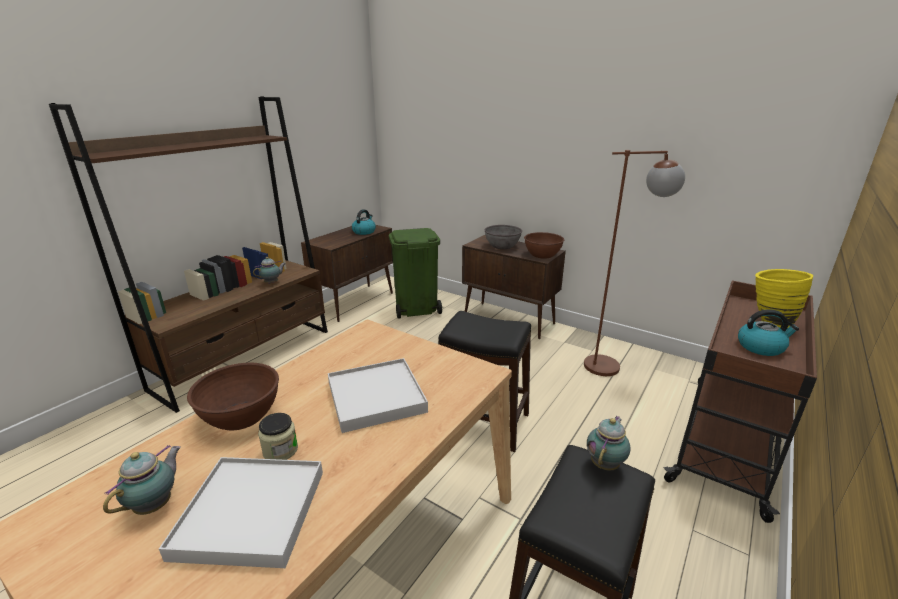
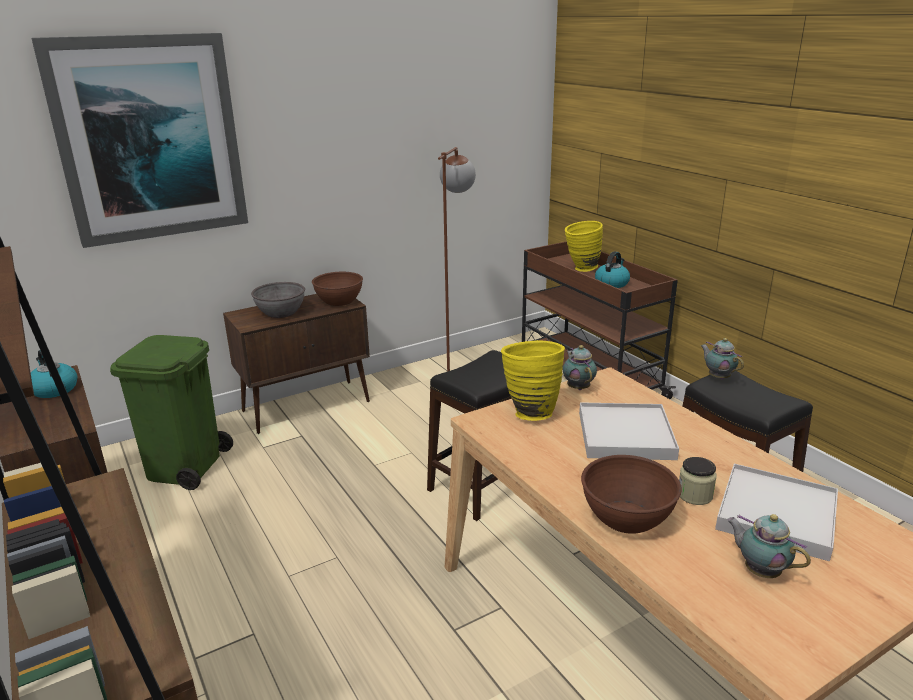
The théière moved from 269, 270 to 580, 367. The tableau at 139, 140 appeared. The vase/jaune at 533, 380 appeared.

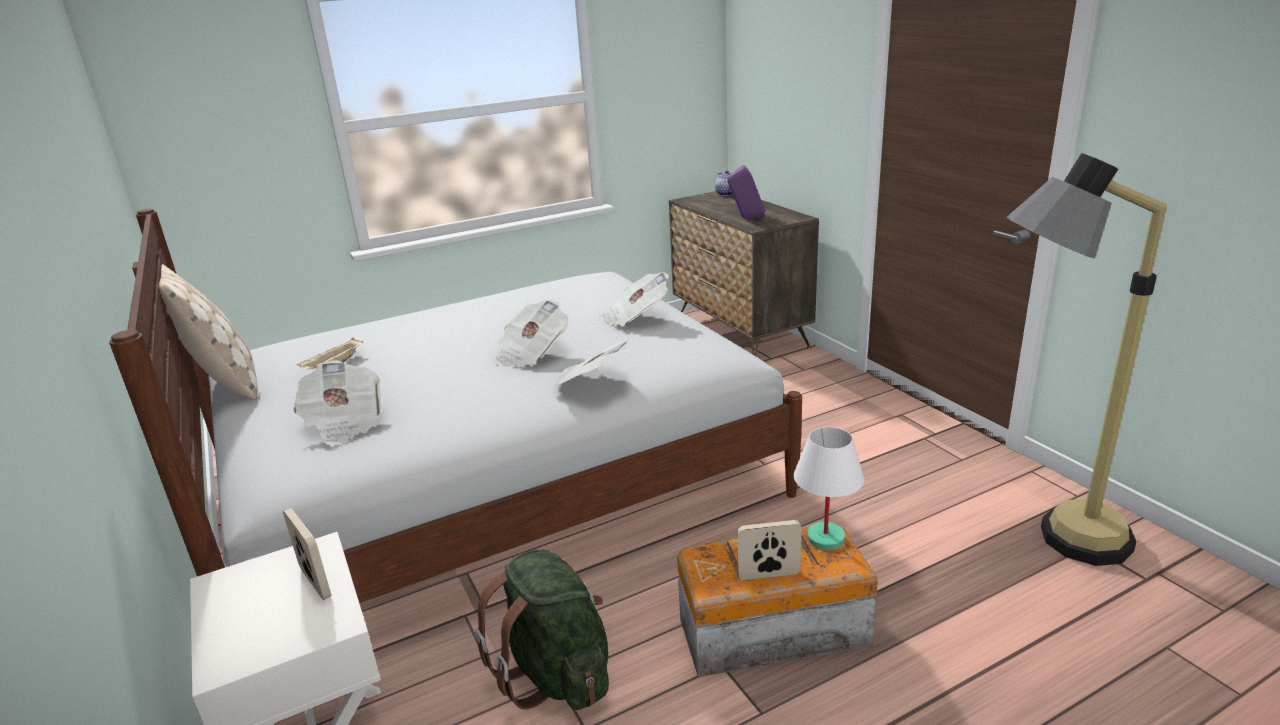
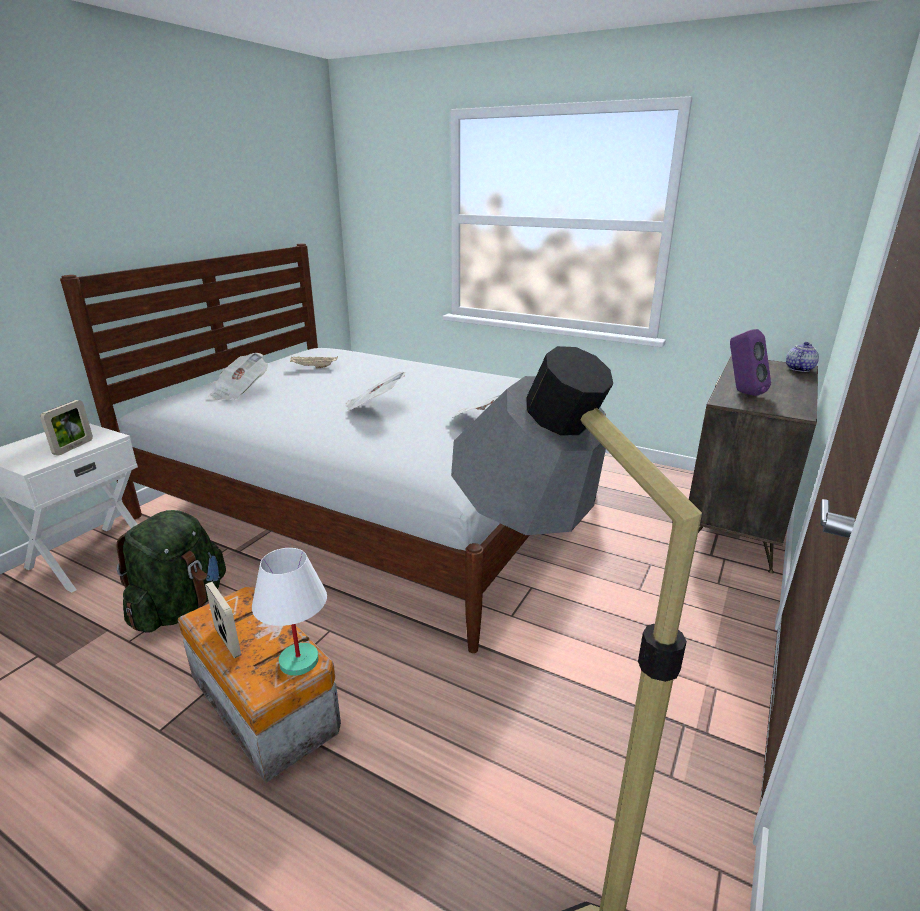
The coussin/beige at 208, 332 disappeared. The journal at 590, 362 disappeared.

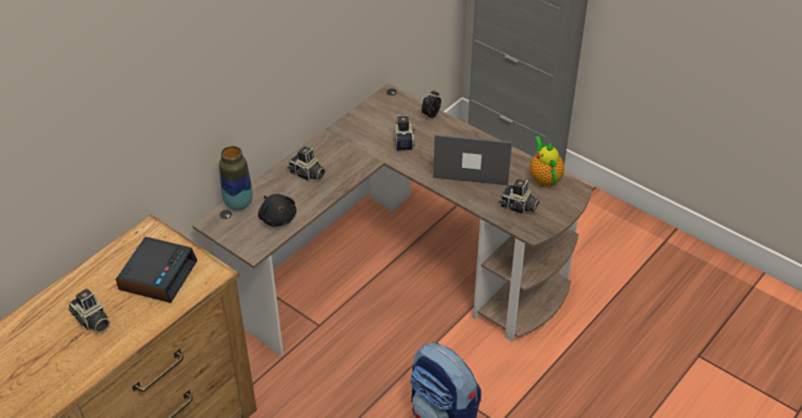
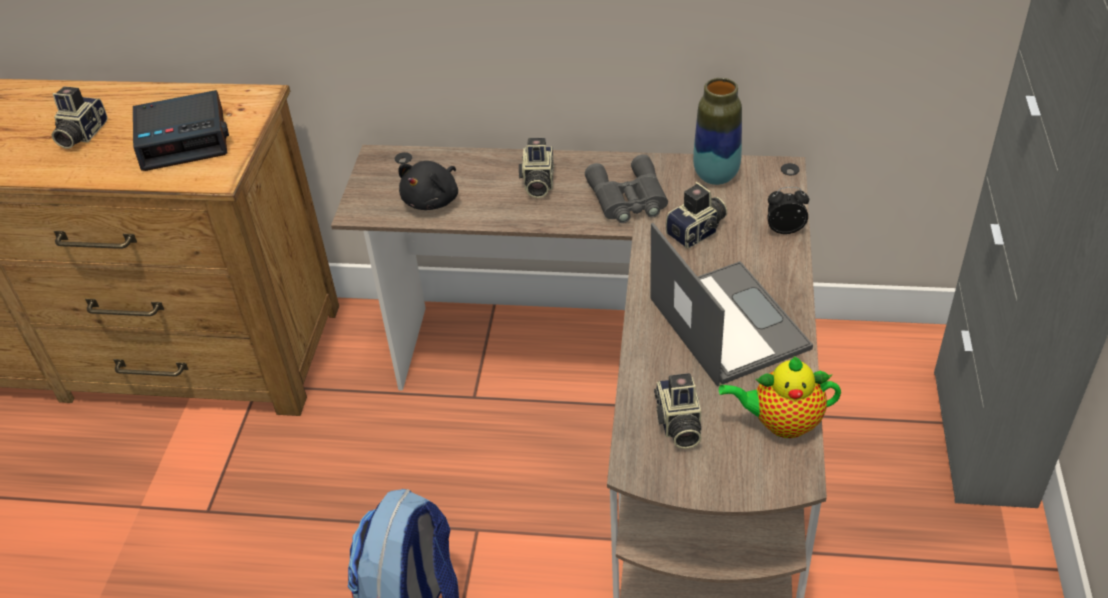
The vase moved from 236, 178 to 717, 131. The théière at 547, 161 turned 135 degrees counterclockwise. The jumelles/gris at 626, 188 appeared.

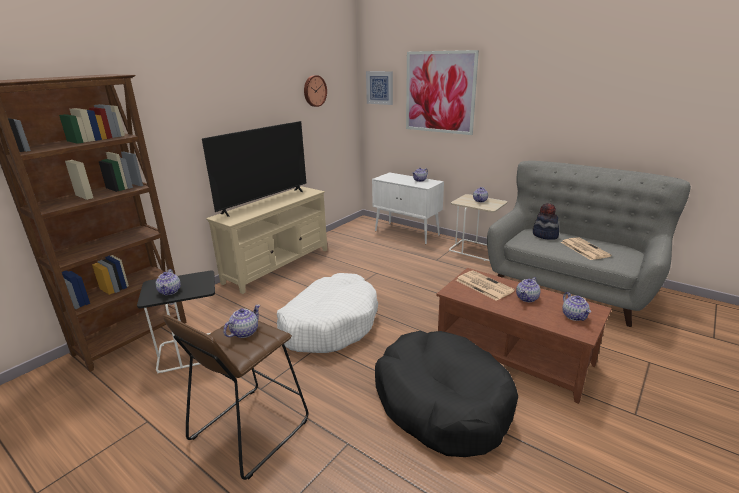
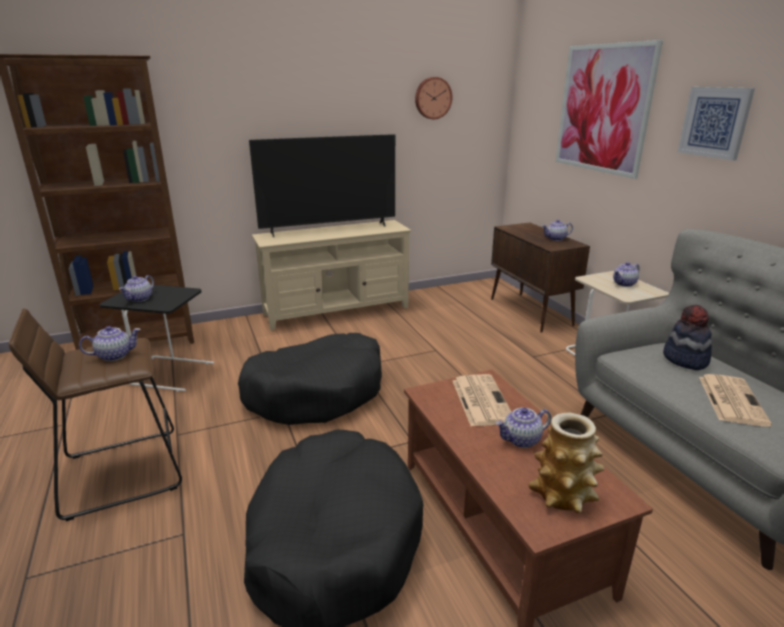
The panier pour chien/blanc at 327, 313 became the panier pour chien/noir at 310, 379. The tableau moved from 379, 88 to 716, 124. The meuble de rangement/blanc at 408, 208 became the meuble de rangement/marron at 540, 277. The théière at 576, 306 was replaced by the vase at 566, 463.

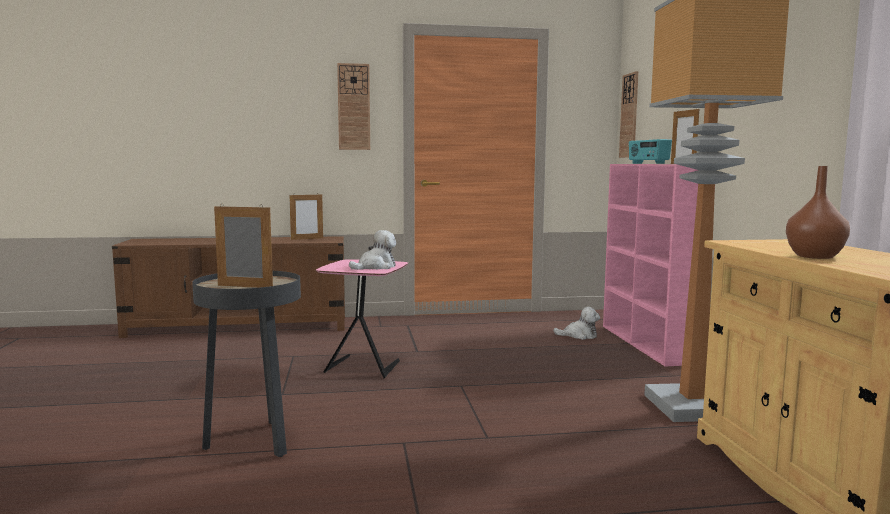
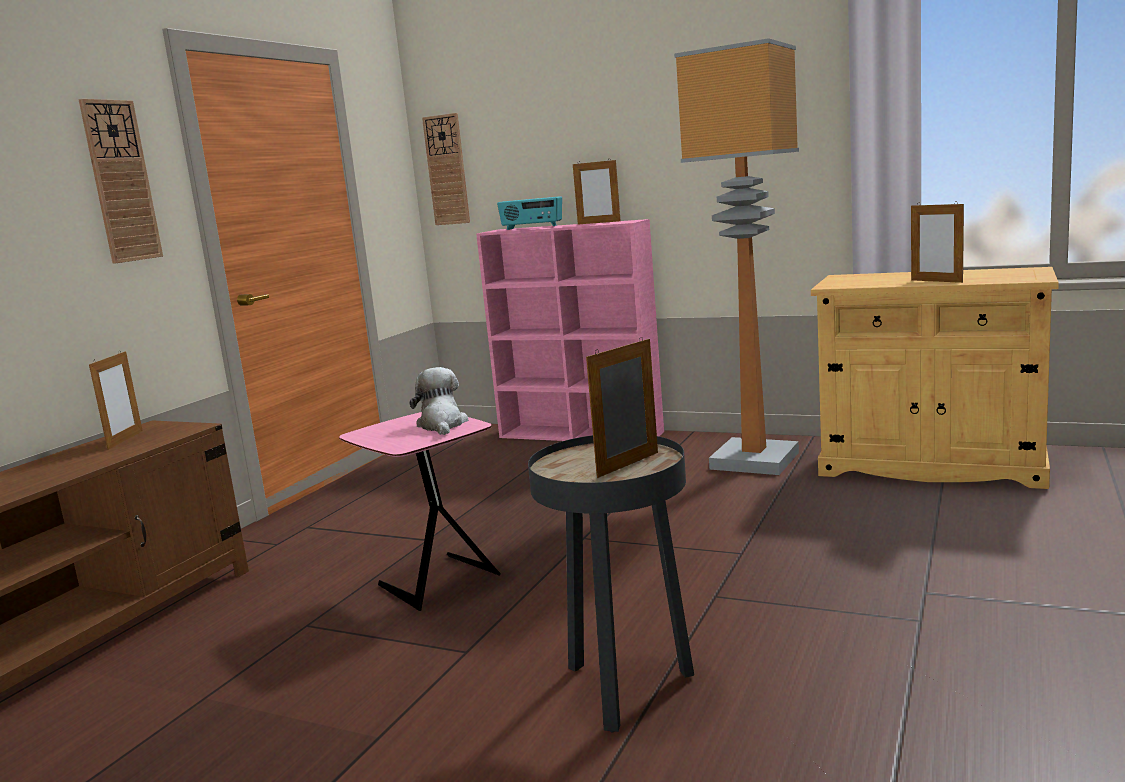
The peluche at 576, 323 disappeared. The vase/marron at 818, 212 was replaced by the cadre photo at 937, 242.

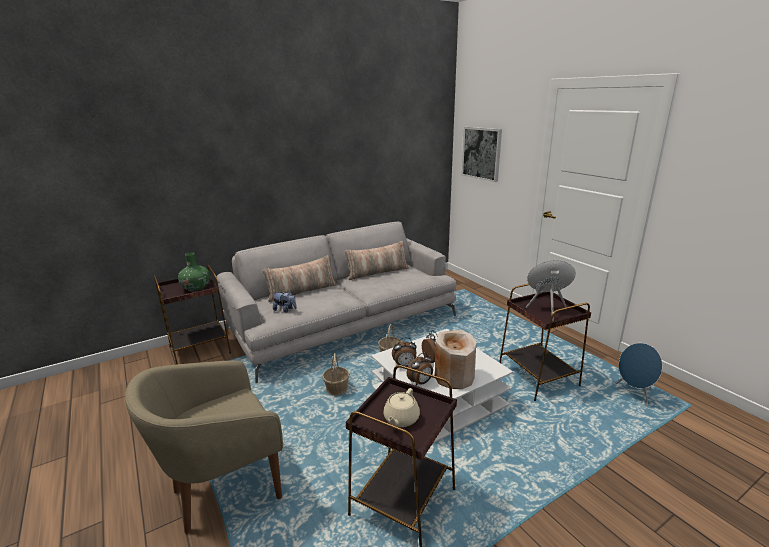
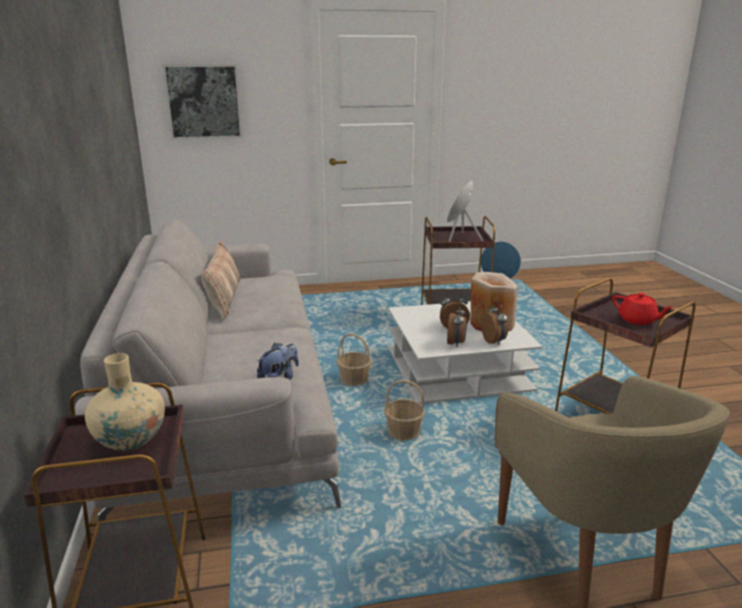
The vase/vert at 194, 271 became the vase/beige at 125, 402. The coussin at 300, 278 disappeared. The théière/beige at 402, 407 became the théière/rouge at 643, 309.

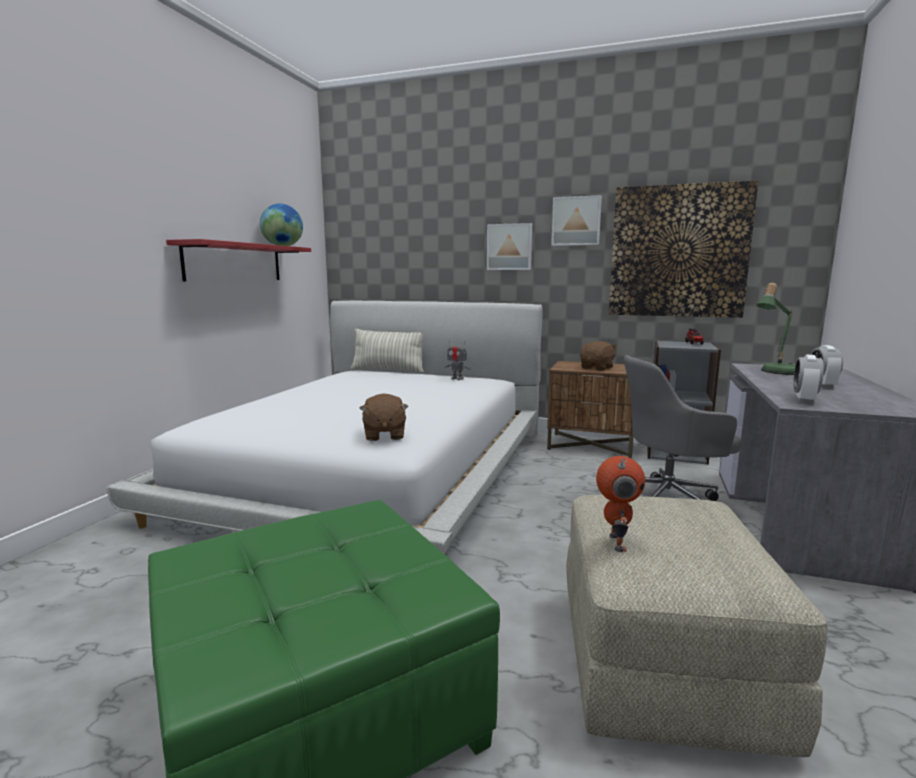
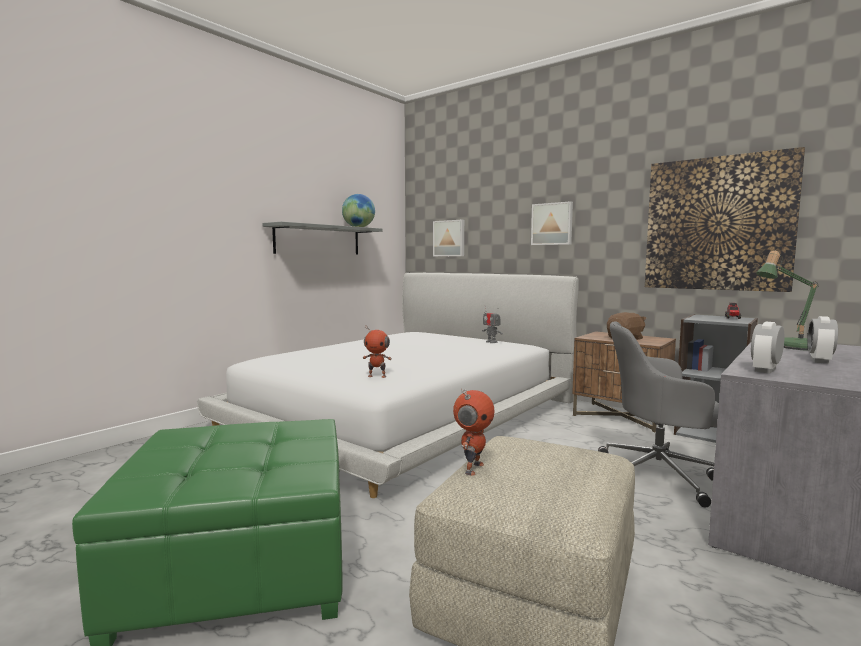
The étagère/rouge at 238, 260 became the étagère/gris at 322, 238. The coussin at 387, 351 disappeared. The peluche/marron at 383, 417 was replaced by the robot jouet at 377, 352. The tableau moved from 576, 220 to 448, 238.

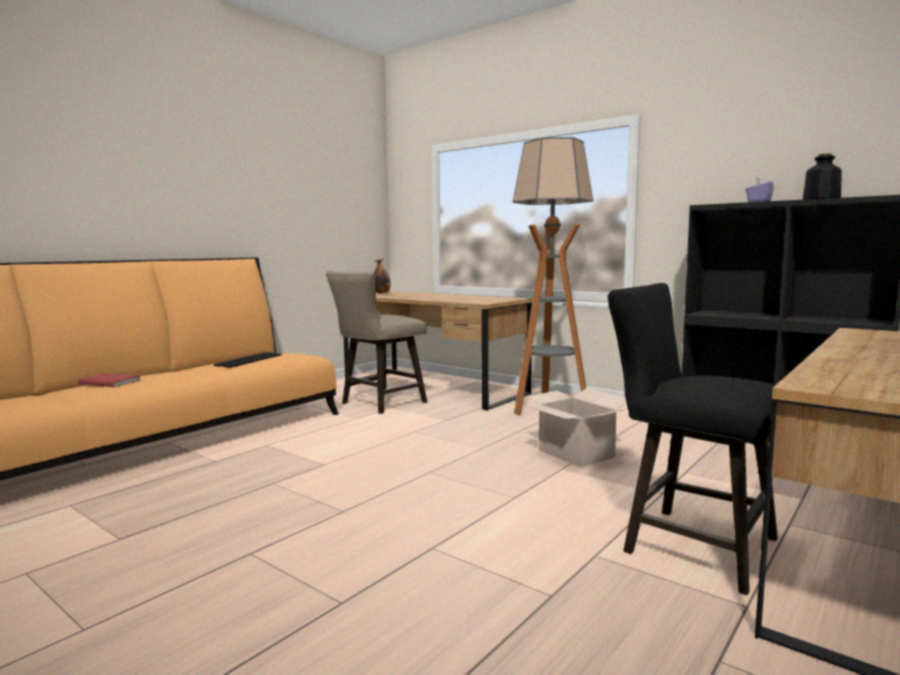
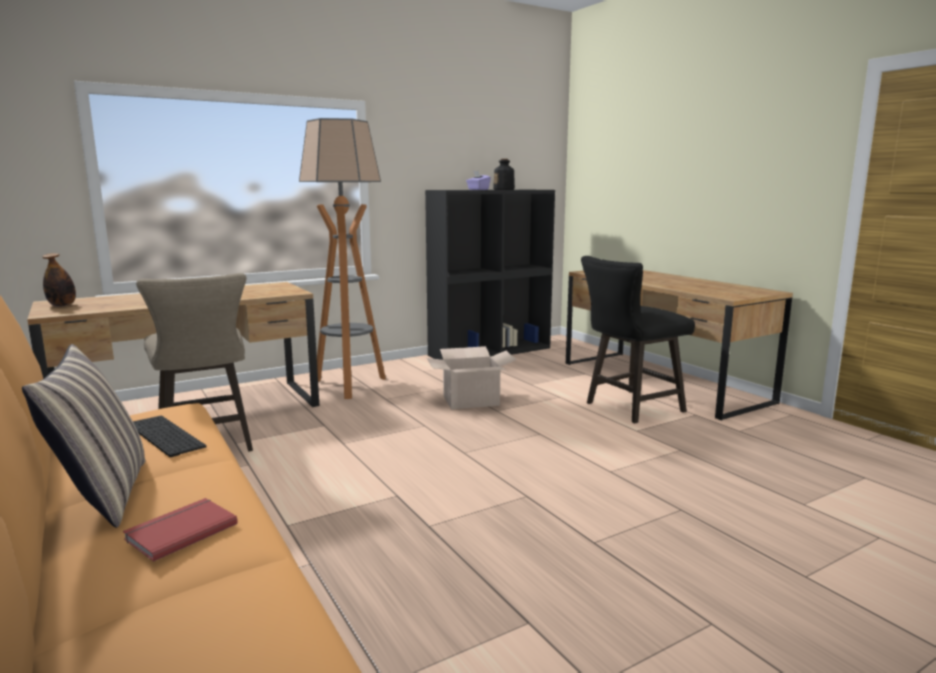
The coussin at 83, 436 appeared.

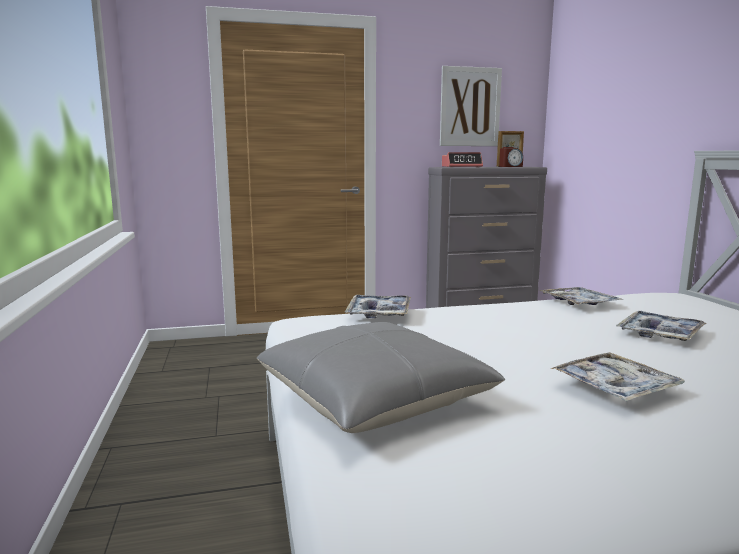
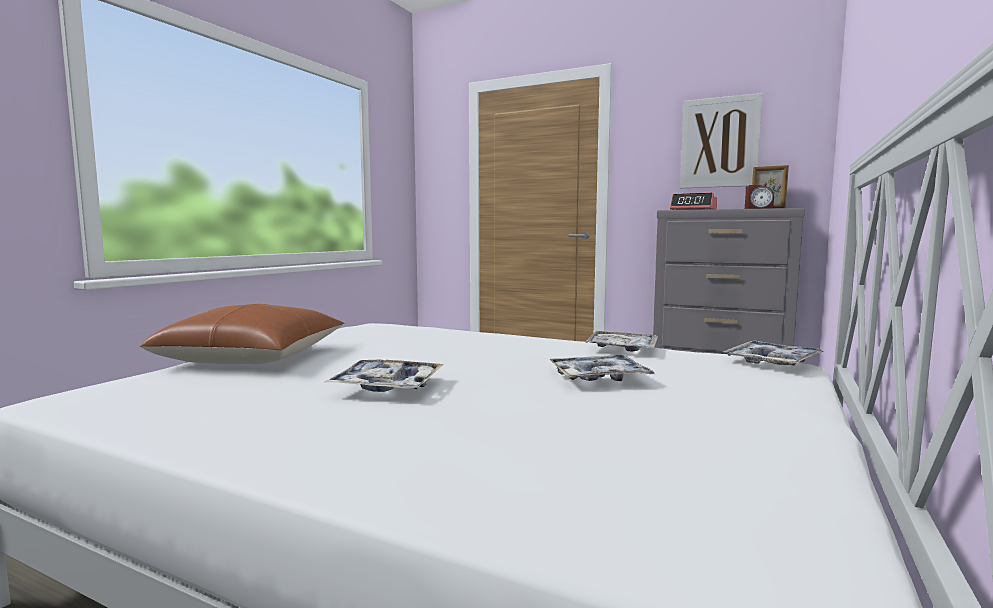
The coussin/gris at 381, 377 became the coussin/marron at 242, 334. The plateau moved from 378, 306 to 774, 353.

